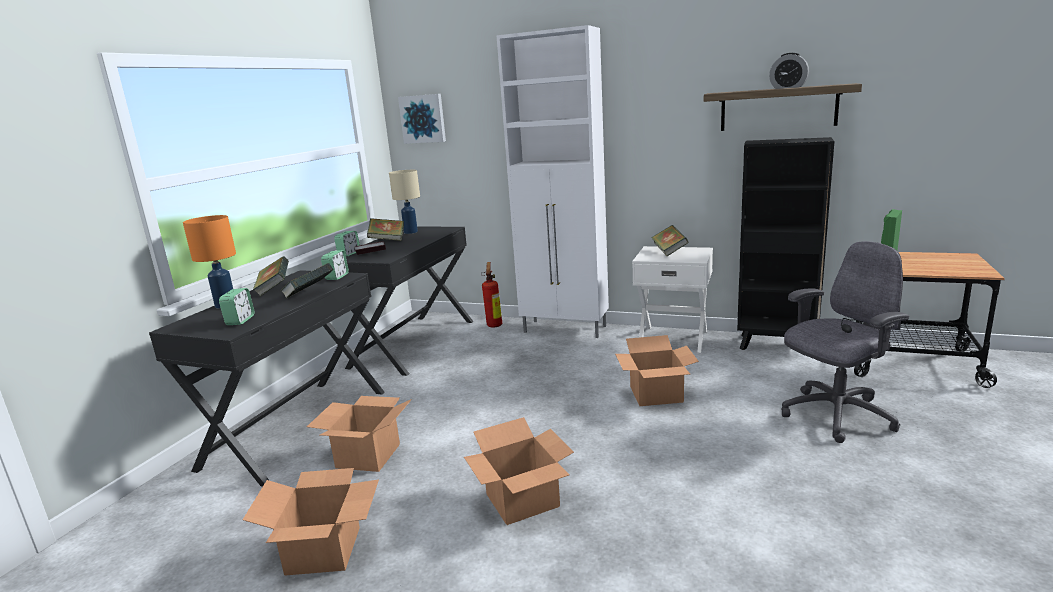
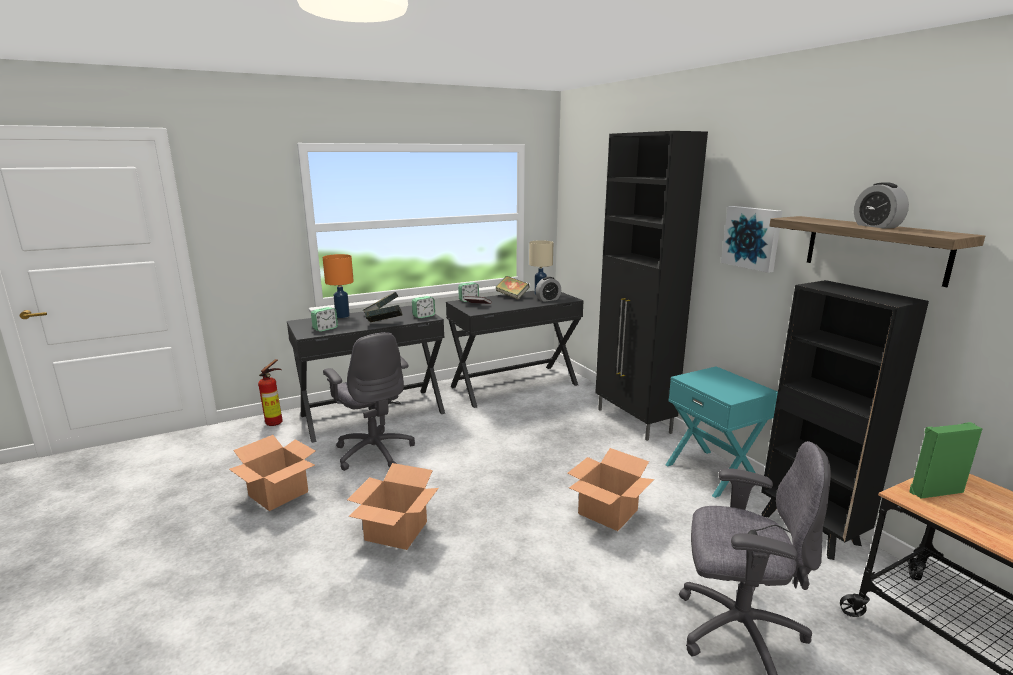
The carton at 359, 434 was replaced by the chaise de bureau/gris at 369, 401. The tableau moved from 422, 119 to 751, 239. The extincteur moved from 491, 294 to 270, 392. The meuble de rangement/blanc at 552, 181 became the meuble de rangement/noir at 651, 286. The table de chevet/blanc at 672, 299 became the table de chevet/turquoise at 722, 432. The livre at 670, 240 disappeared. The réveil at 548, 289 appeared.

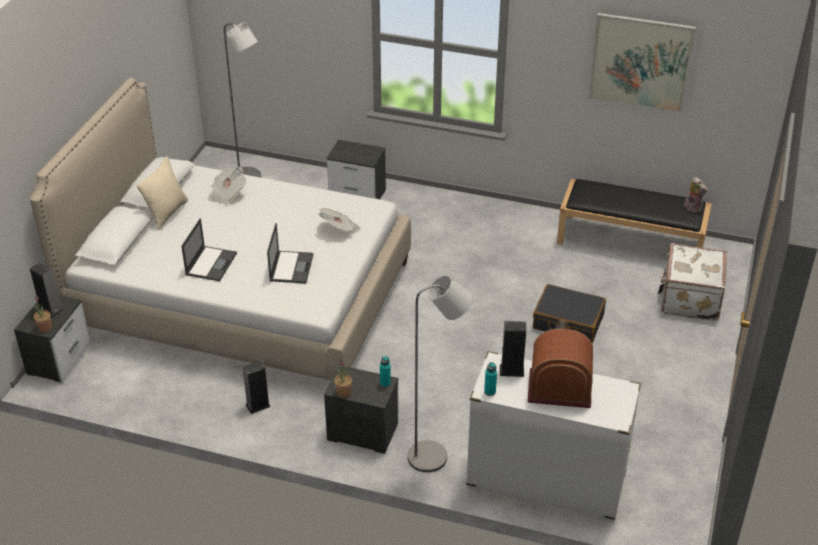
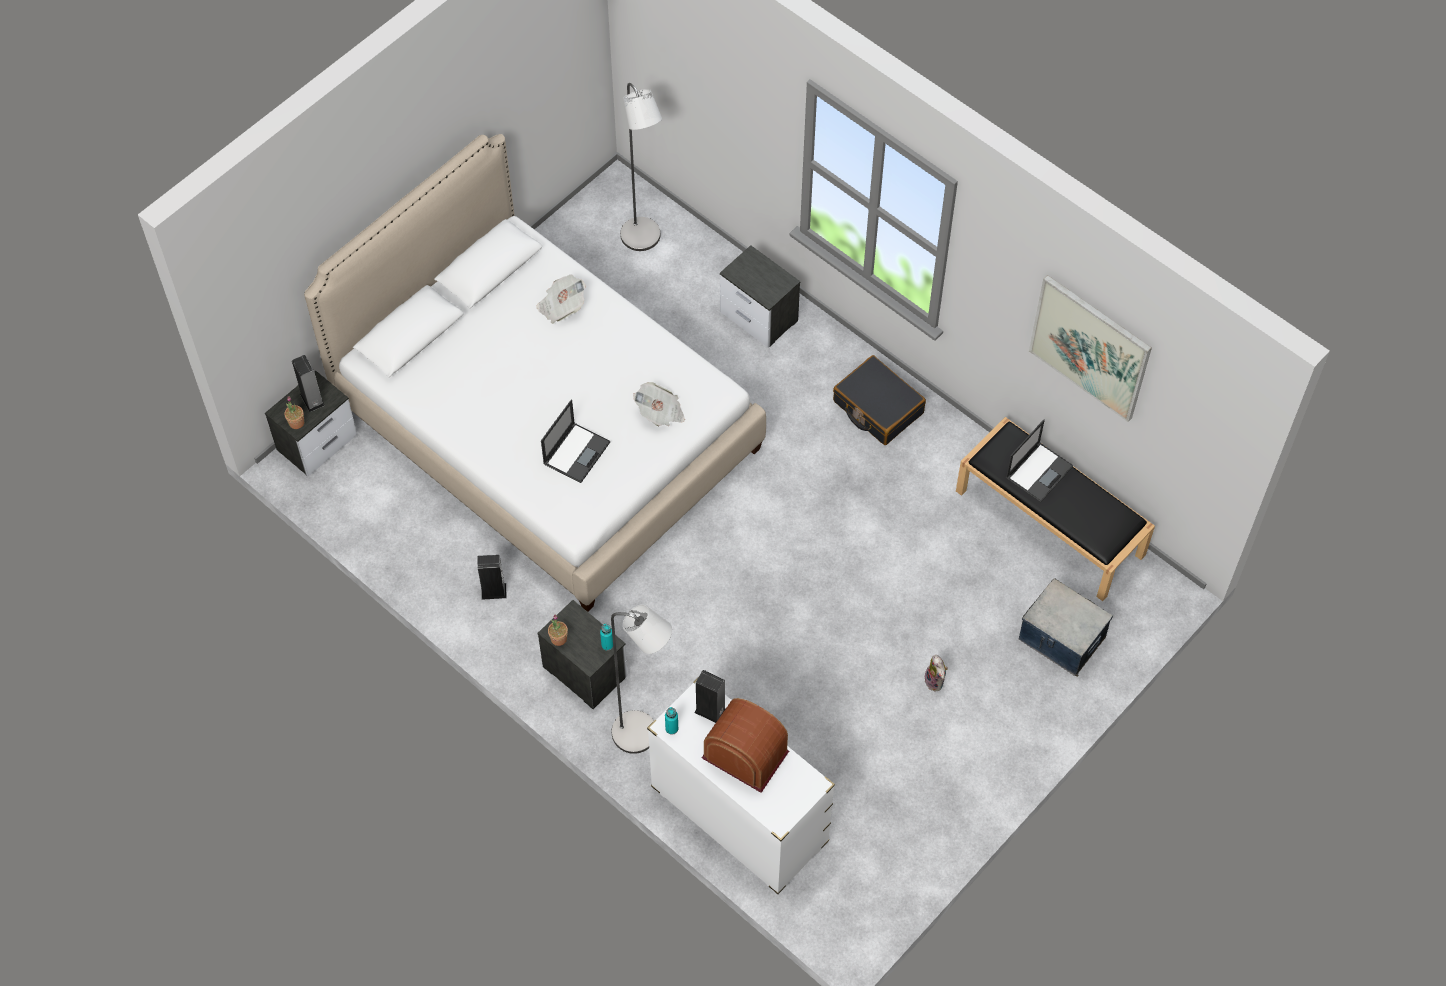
The coussin/beige at 162, 193 disappeared. The ordinateur portable moved from 209, 249 to 1039, 461. The valise/noir moved from 569, 313 to 879, 400. The valise/blanc at 692, 282 was replaced by the boîte de rangement at 1066, 627. The peluche moved from 696, 195 to 936, 673.

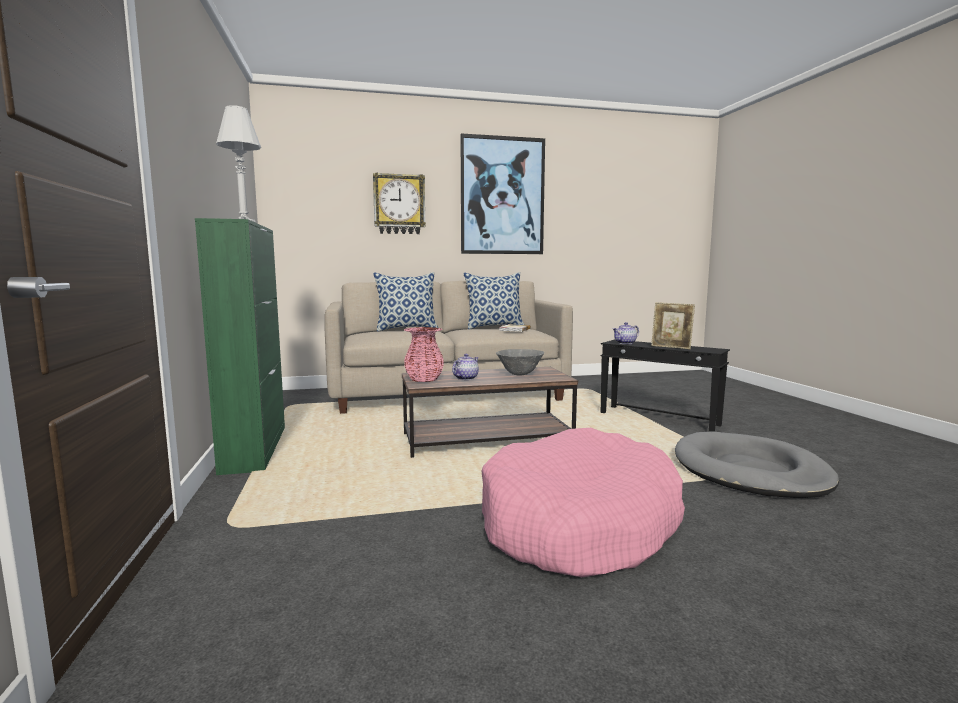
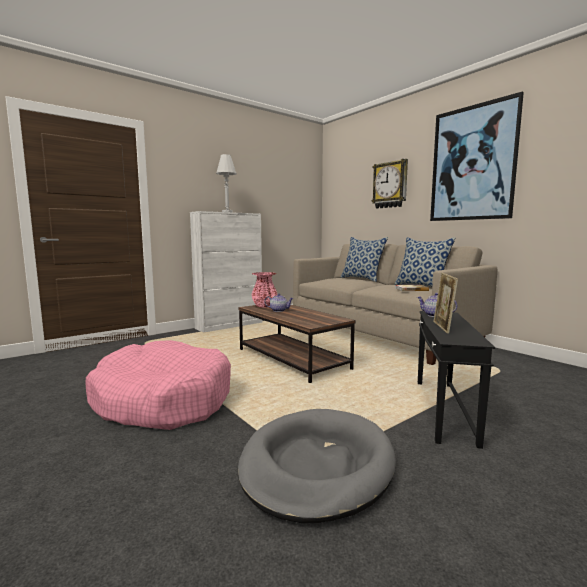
The meuble de rangement/vert at 240, 346 became the meuble de rangement/blanc at 226, 271. The bol/gris at 520, 362 disappeared.

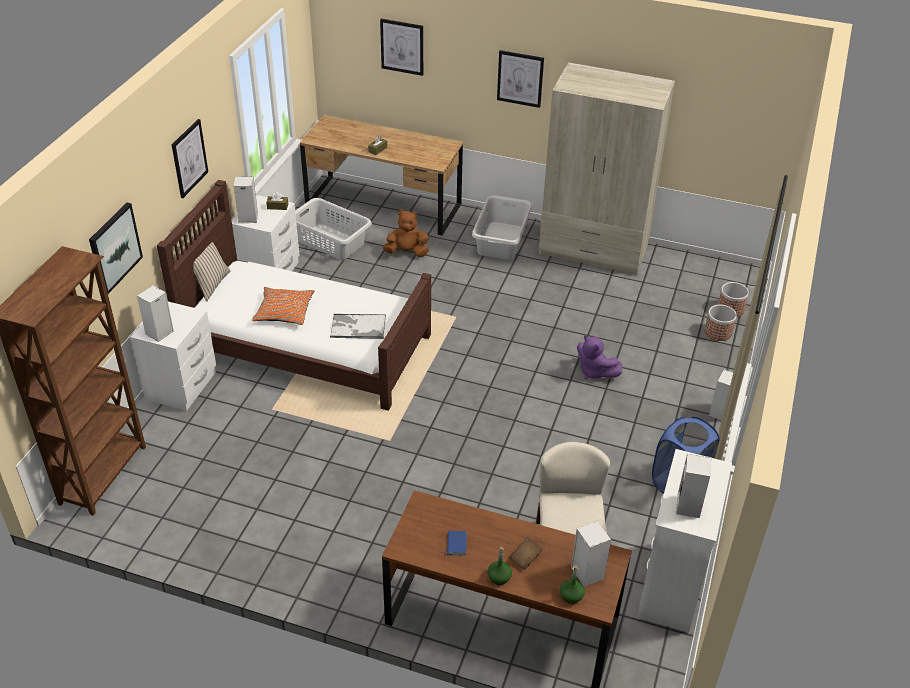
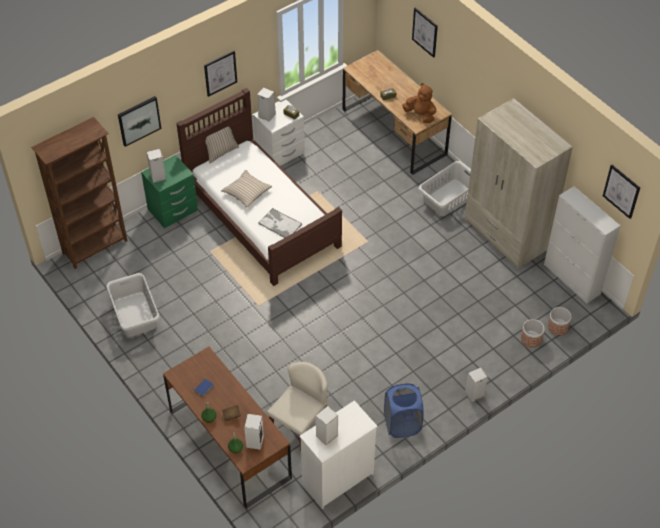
The table de chevet/blanc at 173, 356 became the table de chevet/vert at 169, 191. The coussin/orange at 283, 306 became the coussin/beige at 246, 189. The panier à linge/gris moved from 333, 229 to 133, 305. The peluche/marron moved from 406, 233 to 419, 103. The tableau moved from 520, 79 to 621, 192. The peluche/violet at 599, 357 disappeared. The meuble de rangement/blanc at 582, 244 appeared.

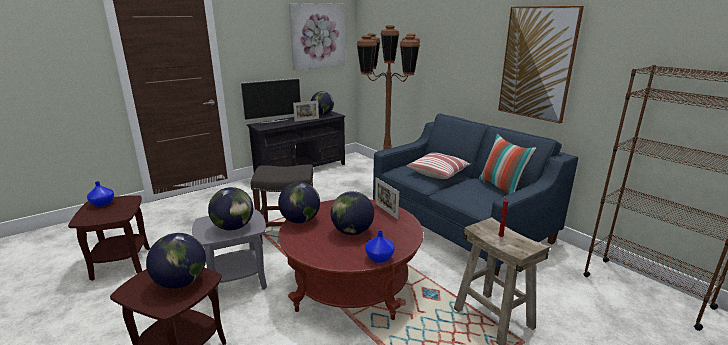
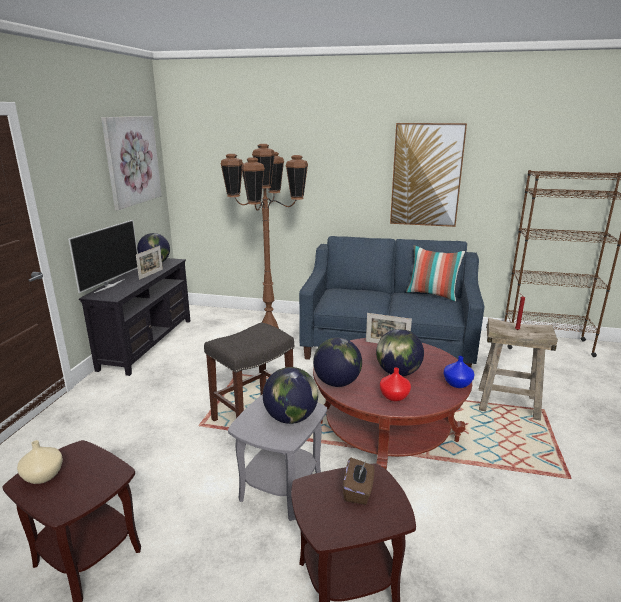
The vase/bleu at 100, 194 became the vase/beige at 40, 462. The globe at 176, 261 was replaced by the boîte à mouchoirs/marron at 358, 481. The coussin at 439, 166 disappeared. The vase/rouge at 395, 384 appeared.

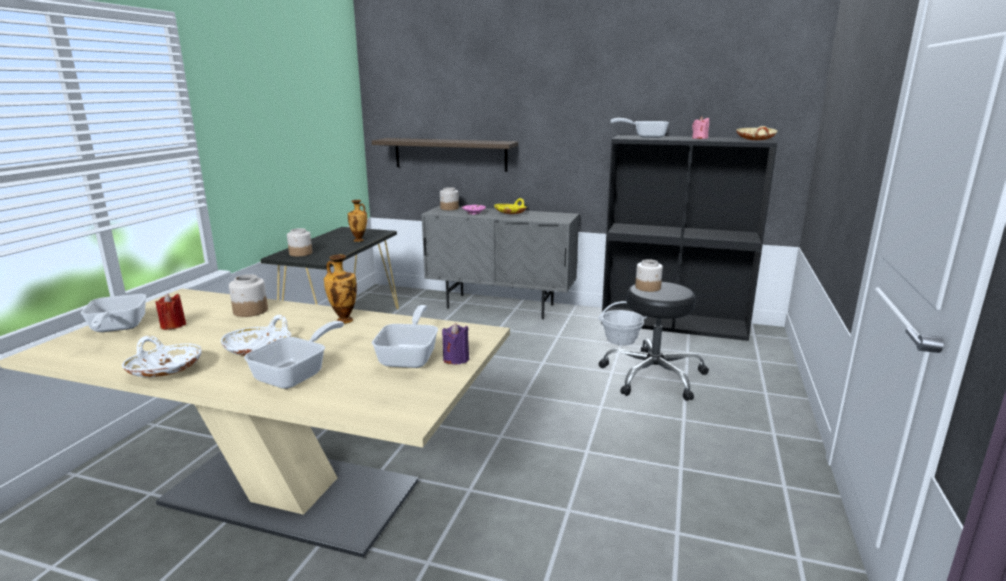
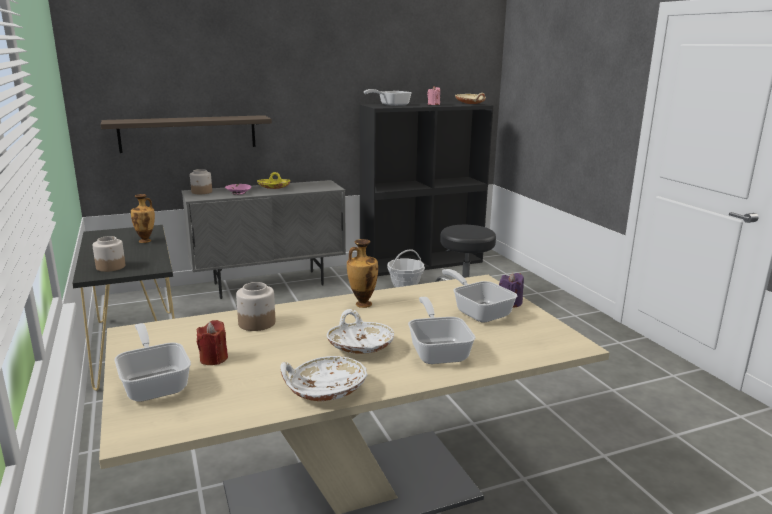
The poêle at 113, 313 turned 150 degrees counterclockwise. The bocal at 649, 275 disappeared.

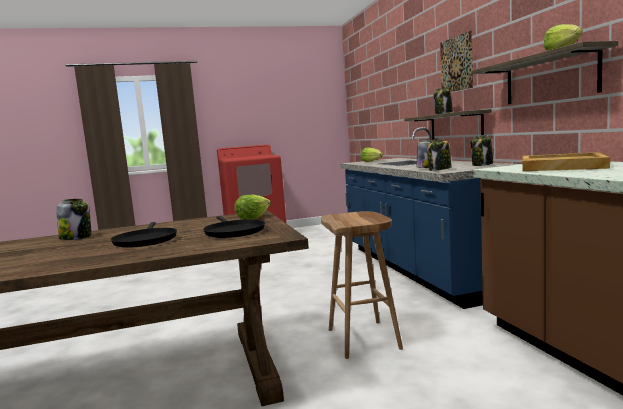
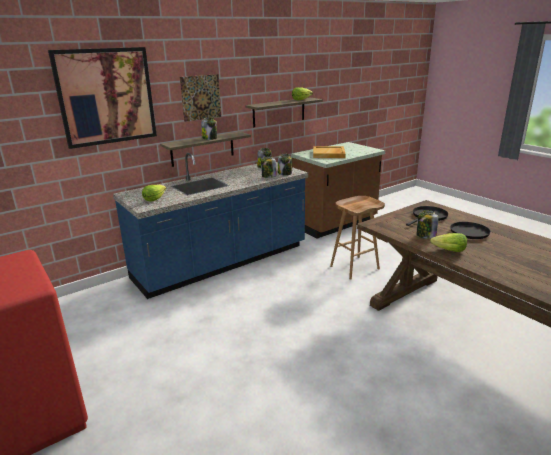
The bocal moved from 74, 219 to 427, 224. The laitue moved from 252, 207 to 448, 242. The tableau at 102, 98 appeared.

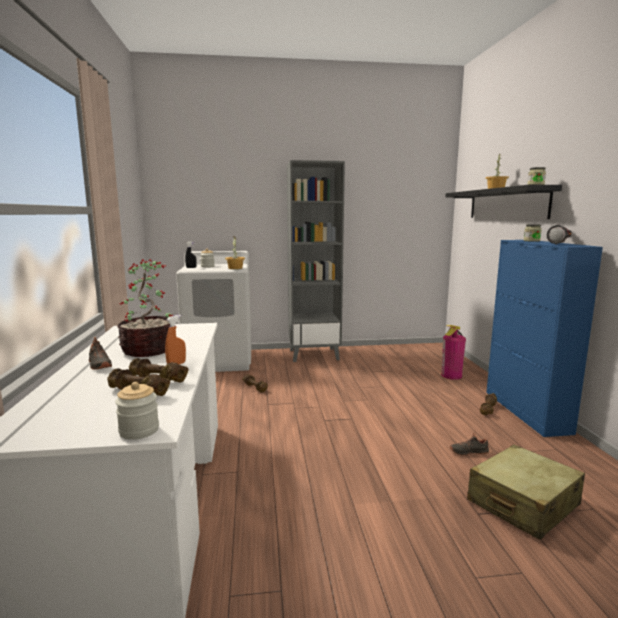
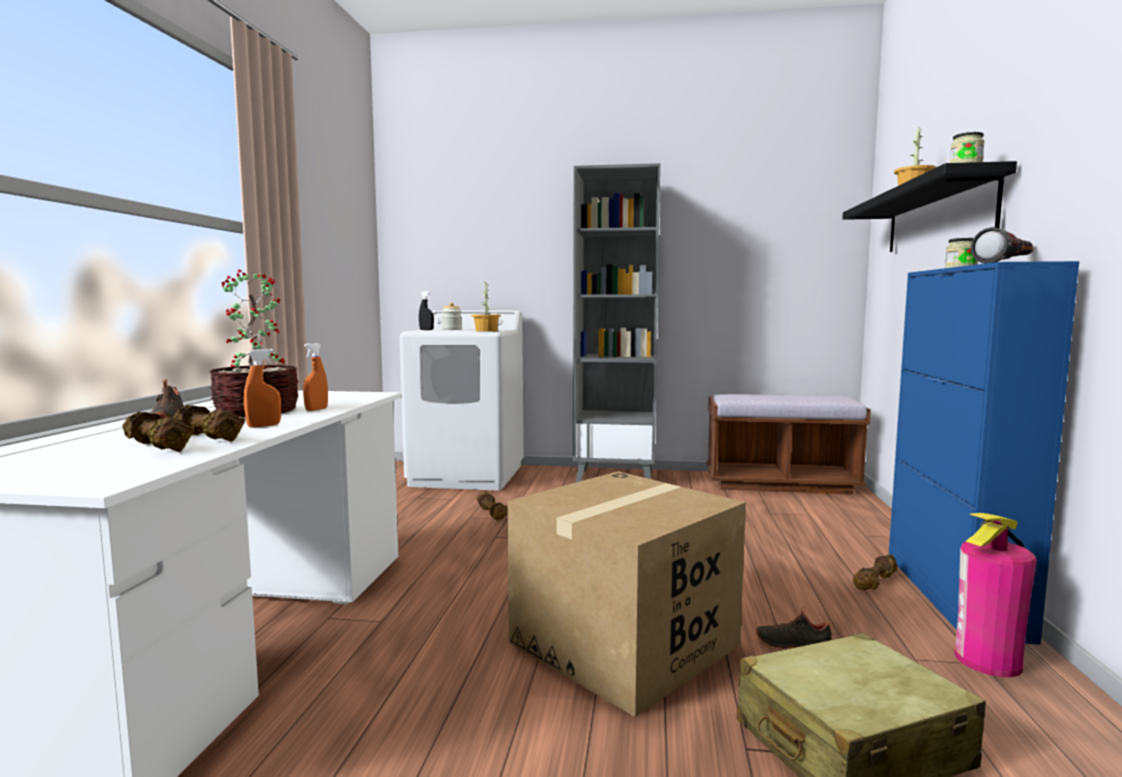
The bocal at 137, 411 disappeared. The extincteur moved from 453, 352 to 995, 595. The vaporisateur/orange at 315, 377 appeared. The carton at 626, 594 appeared. The banc/marron at 788, 444 appeared.

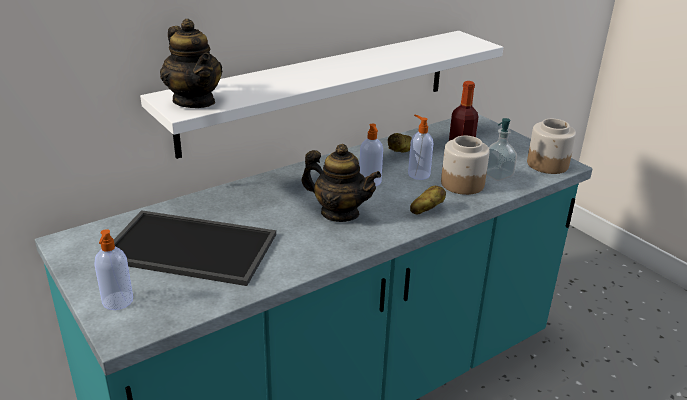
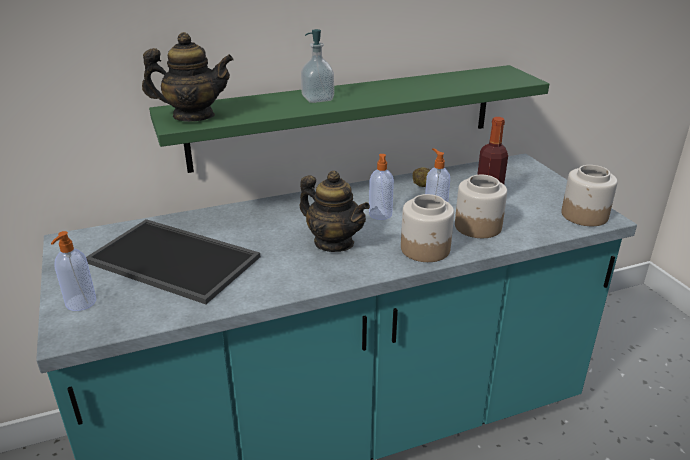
The étagère/blanc at 321, 95 became the étagère/vert at 349, 119. The théière at 191, 63 turned 75 degrees counterclockwise. The pomme de terre at 428, 200 was replaced by the bocal at 427, 228. The distributeur de savon moved from 501, 149 to 317, 66.

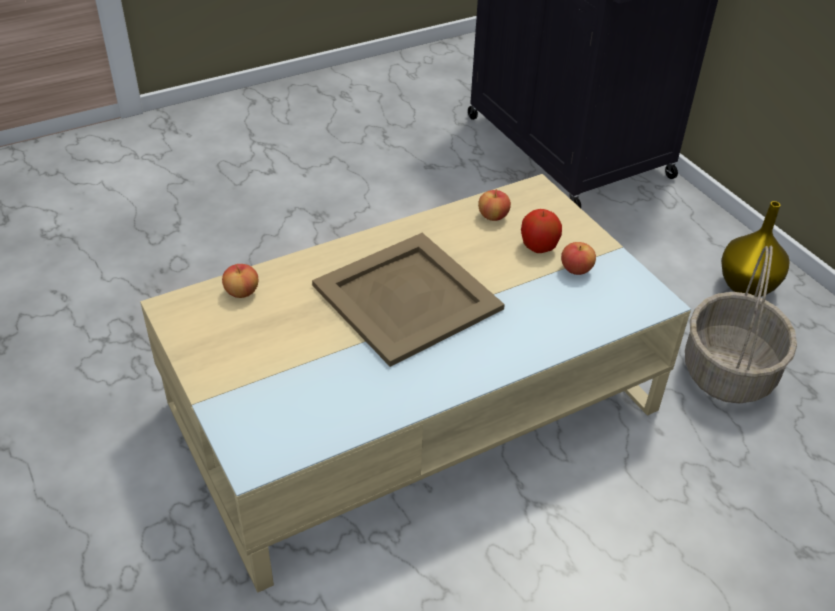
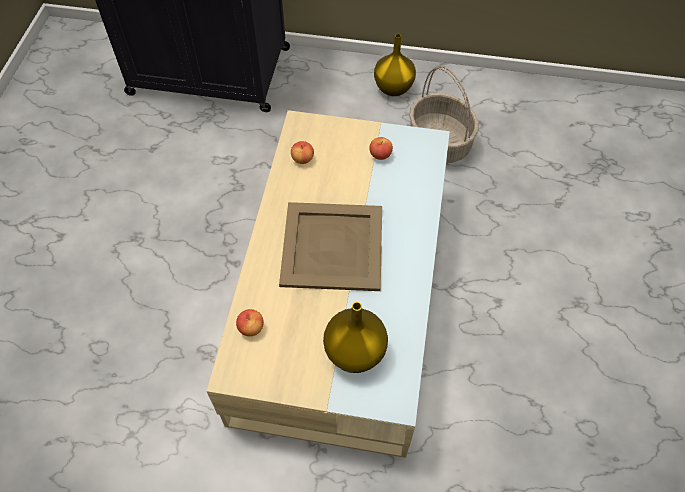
The pomme at 541, 231 disappeared. The vase/jaune at 355, 337 appeared.

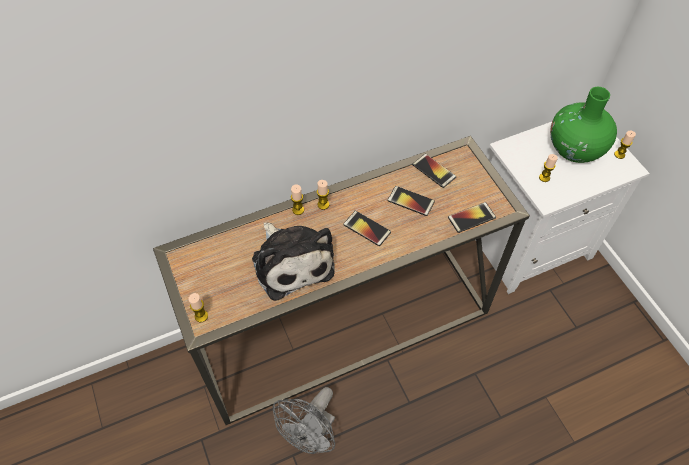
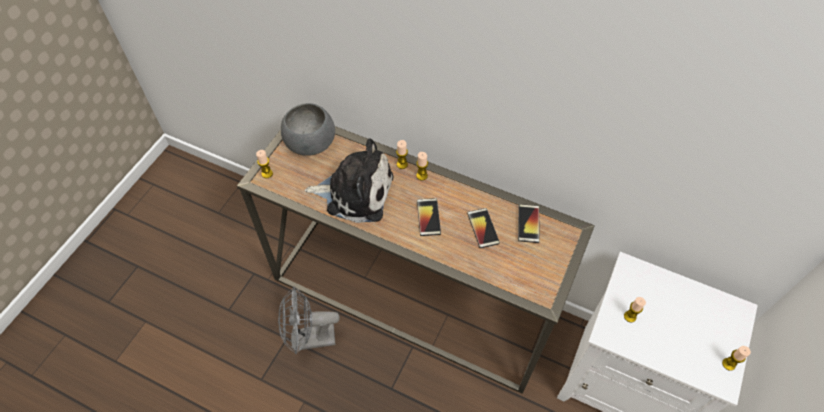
The peluche at 293, 261 turned 105 degrees counterclockwise. The téléphone at 472, 217 disappeared. The vase/vert at 583, 125 disappeared. The bol/gris at 308, 129 appeared.

